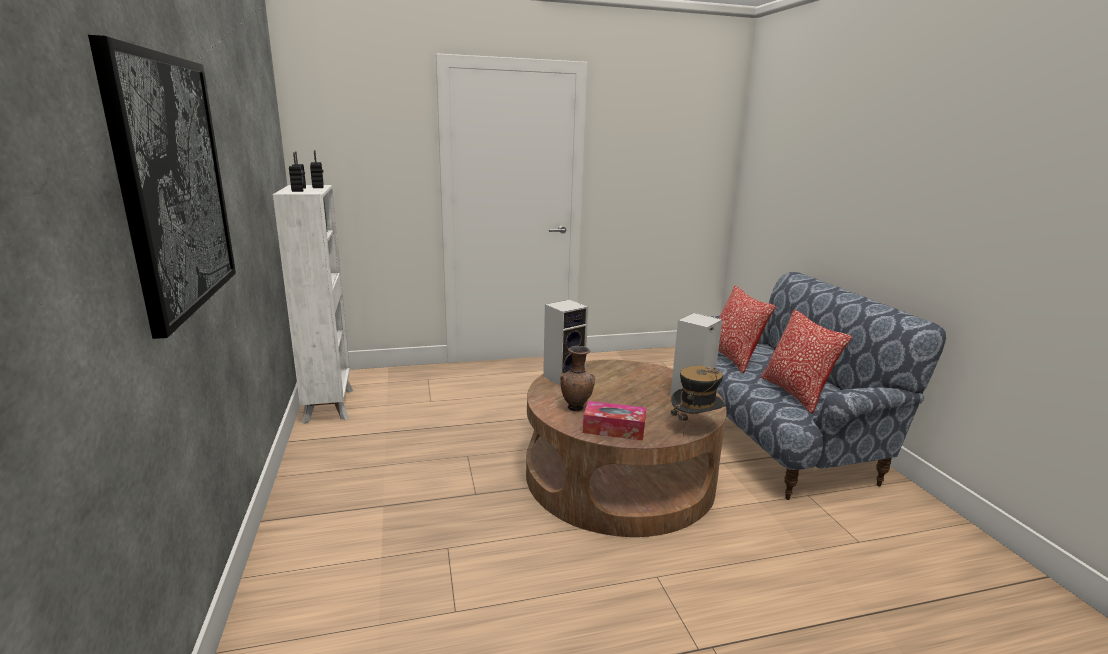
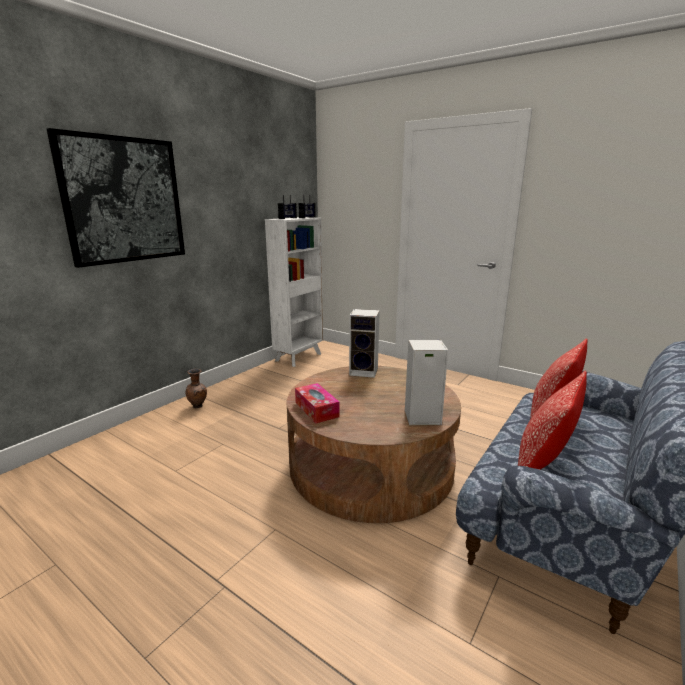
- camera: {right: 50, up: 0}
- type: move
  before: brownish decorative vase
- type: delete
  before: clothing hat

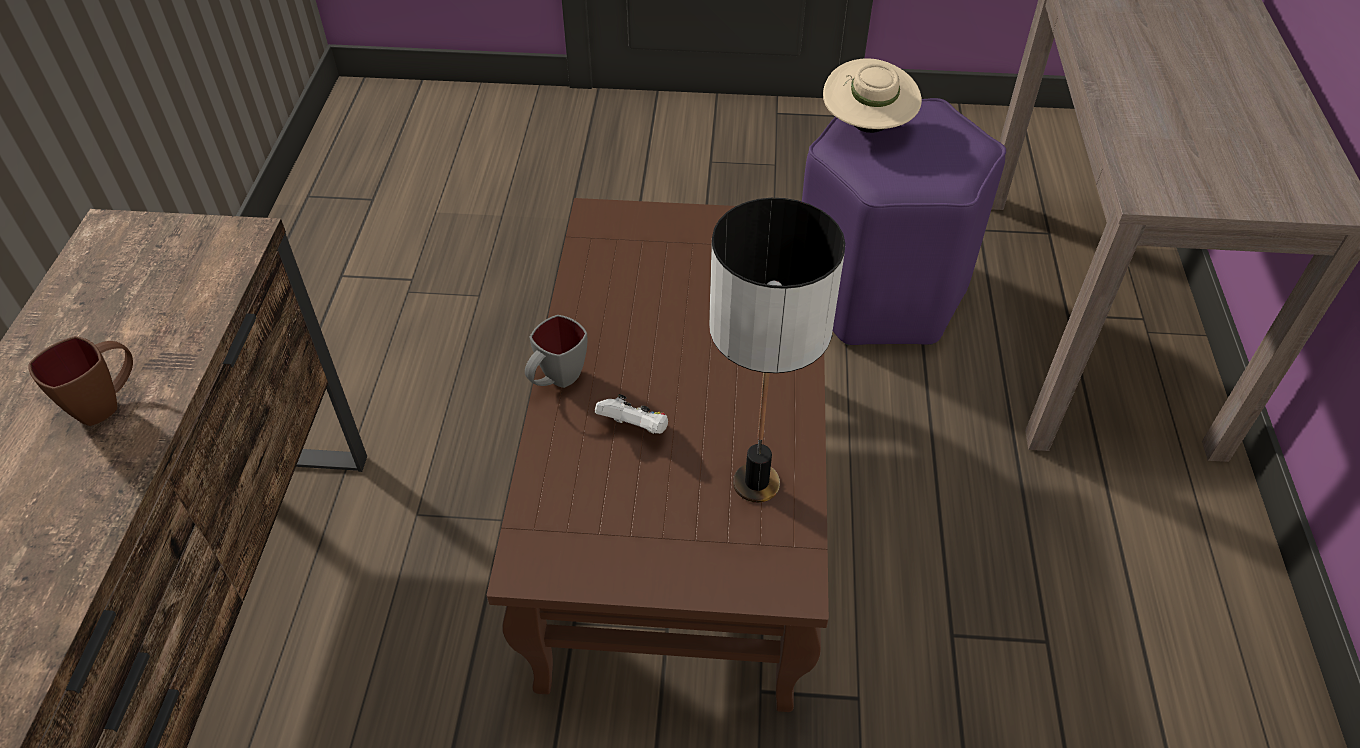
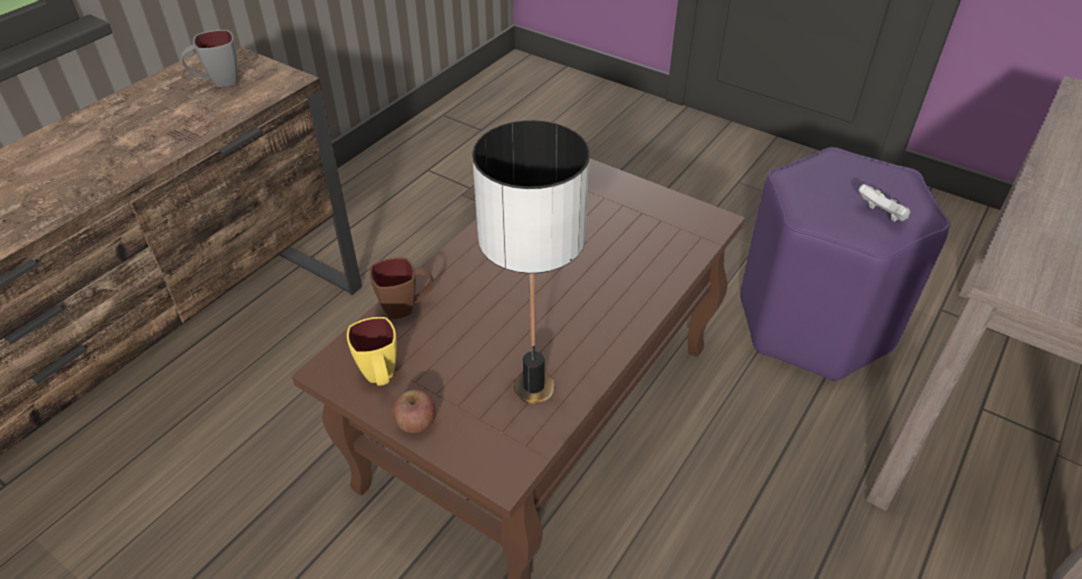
- camera: {right: 30, up: -5}
- type: delete
  before: sand-coloured clothing hat
- type: move
  before: grey tea mug
- type: move
  before: brownish tea mug
- type: move
  before: white gamepad
- type: insert
  after: yellow-coloured tea mug
- type: insert
  after: apple

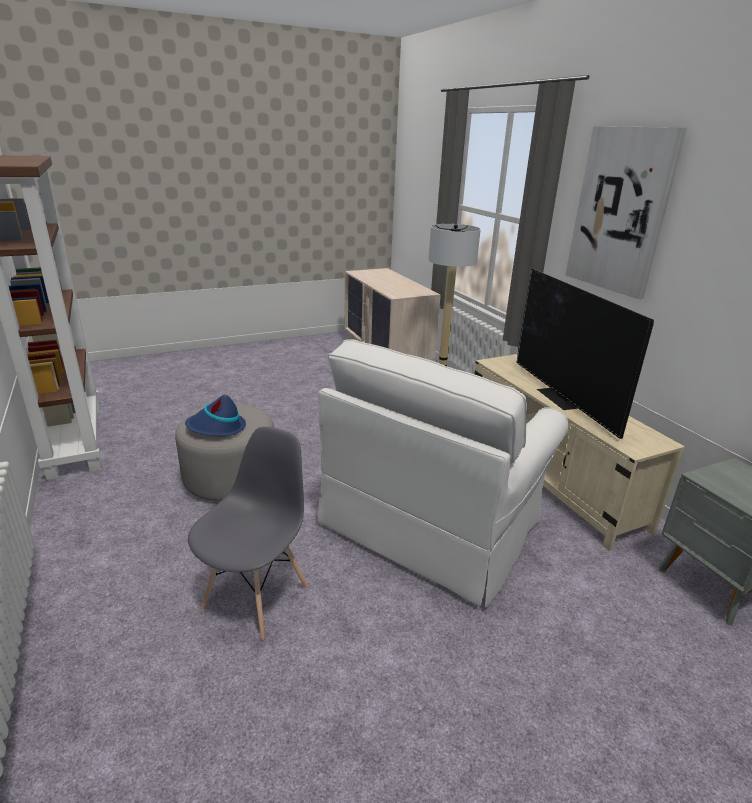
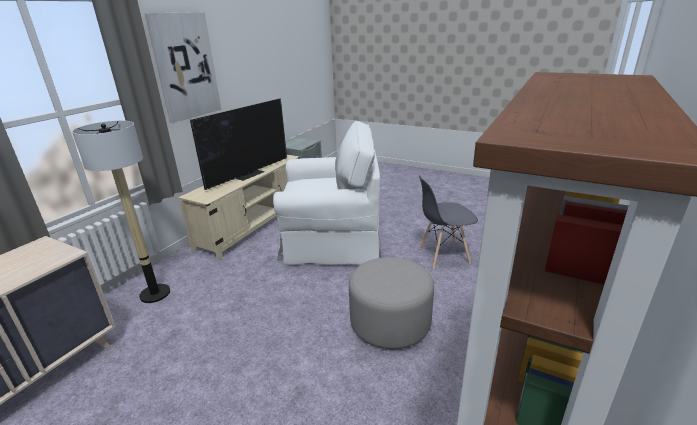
- camera: {right: -125, up: 0}
- type: delete
  before: blue clothing hat

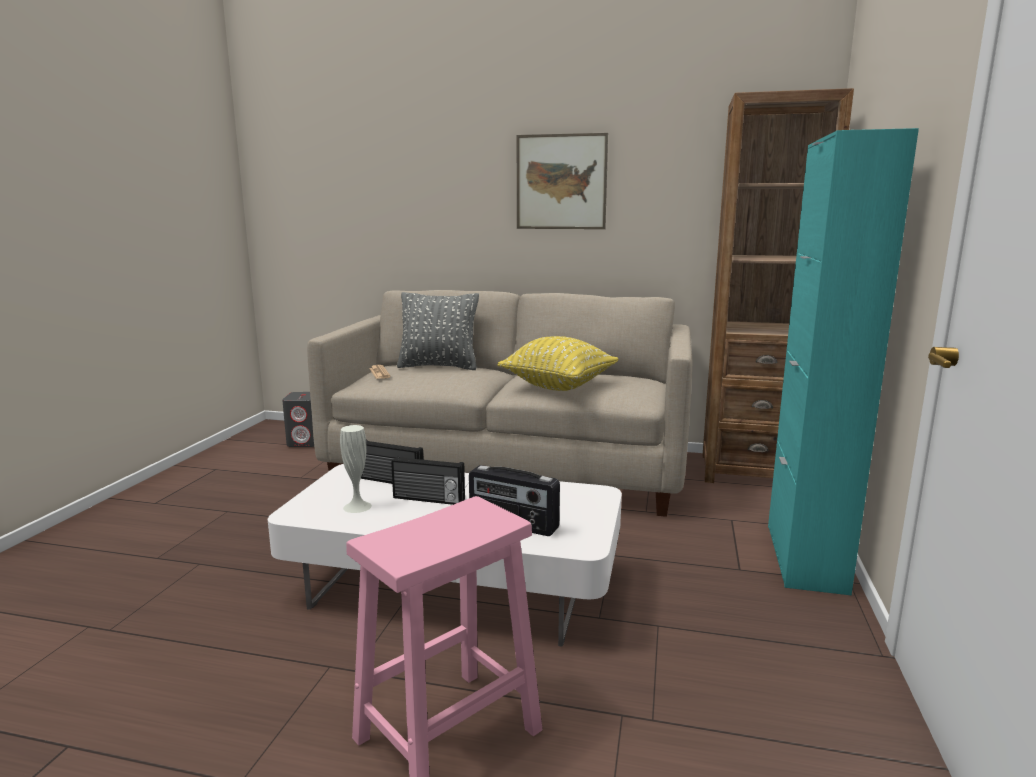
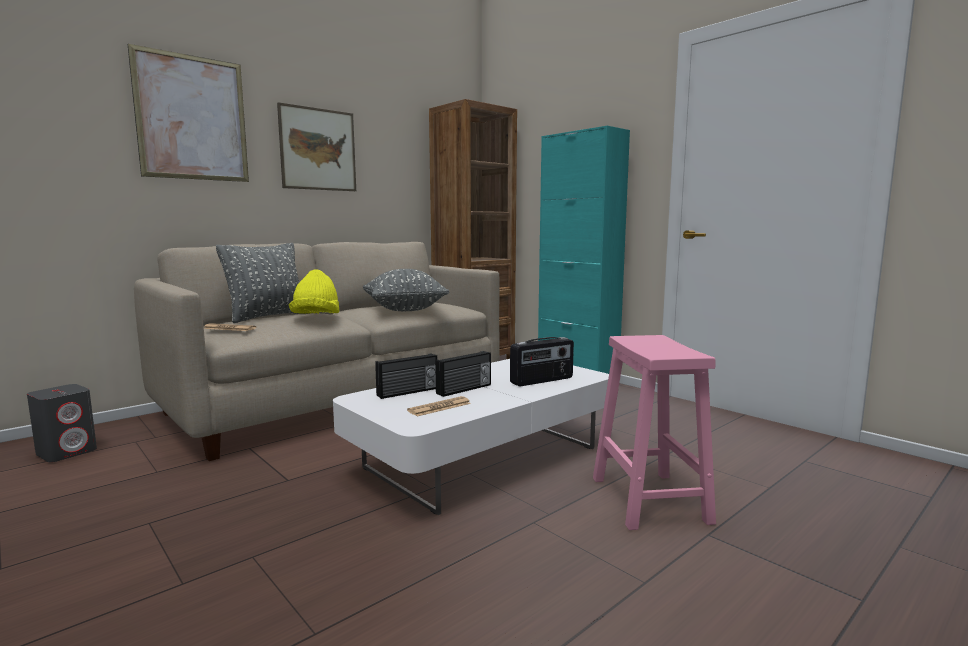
- camera: {right: -55, up: -5}
- type: recolor
  before: yellow-coloured cushion
  after: grey cushion (2nd from left)
- type: replace
  before: white decorative vase
  after: daily paper (2nd from left)
- type: insert
  after: picture (1st from left)
- type: insert
  after: yellow-coloured clothing hat

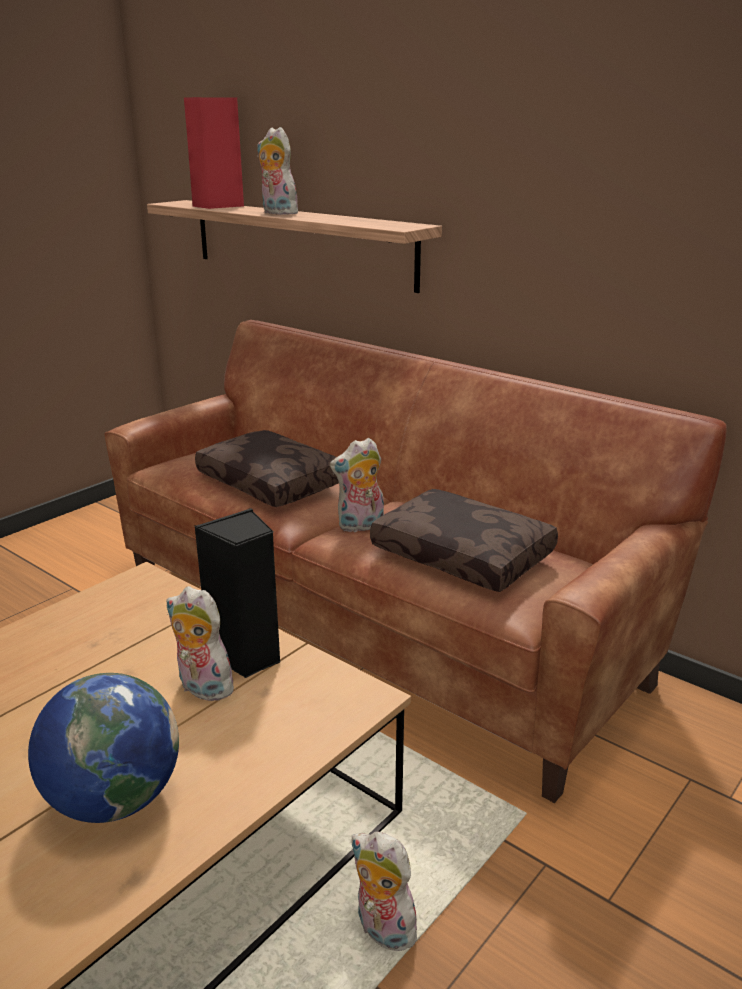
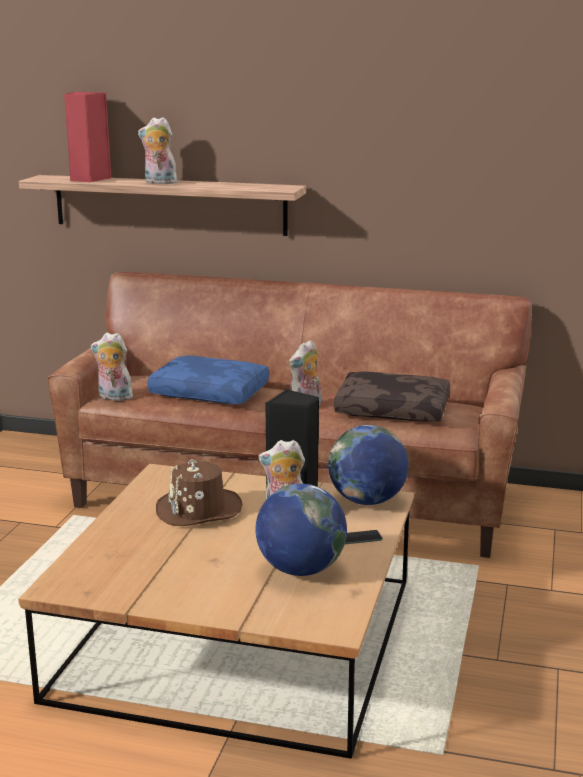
- camera: {right: -25, up: -5}
- type: recolor
  before: brownish cushion (1st from left)
  after: blue cushion
- type: move
  before: cuddly toy (4th from left in the first image)
  after: cuddly toy (1st from left)
- type: insert
  after: world globe (2nd from left)
- type: insert
  after: brownish clothing hat
- type: insert
  after: phone

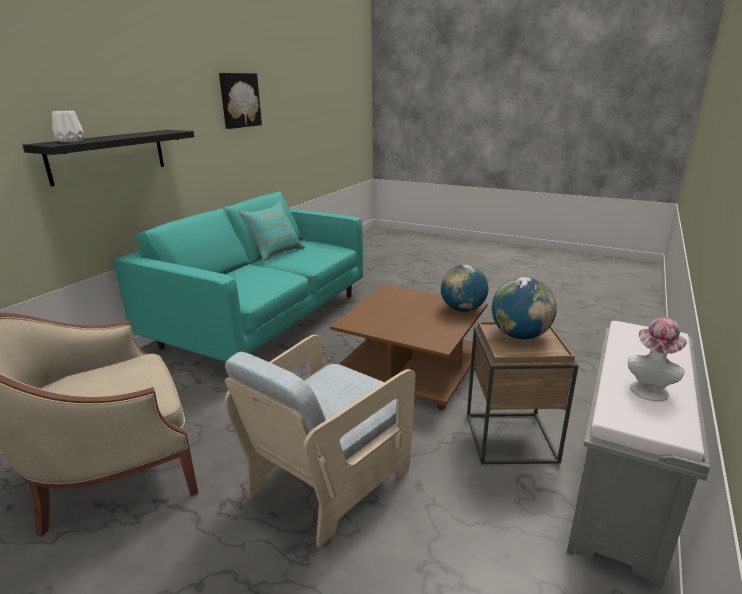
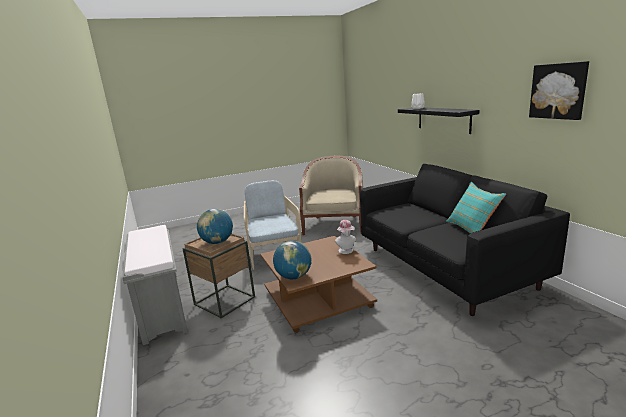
- camera: {right: 130, up: -5}
- type: recolor
  before: turquoise-coloured settee
  after: blackish settee
- type: move
  before: clothing hat

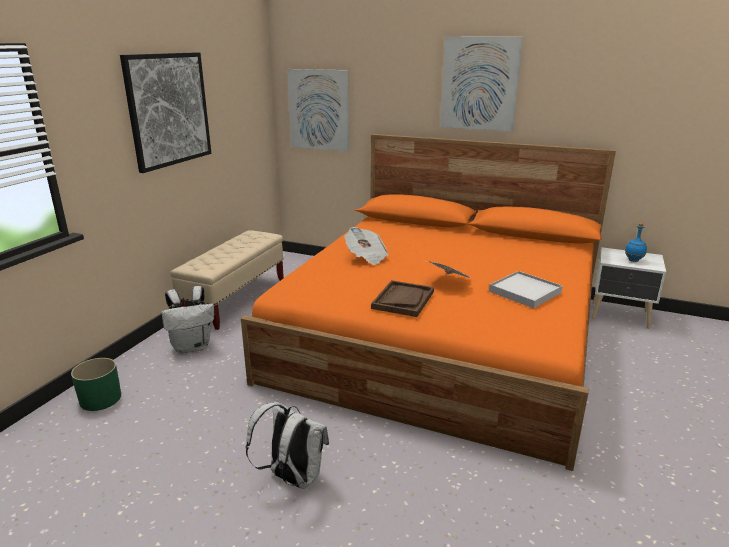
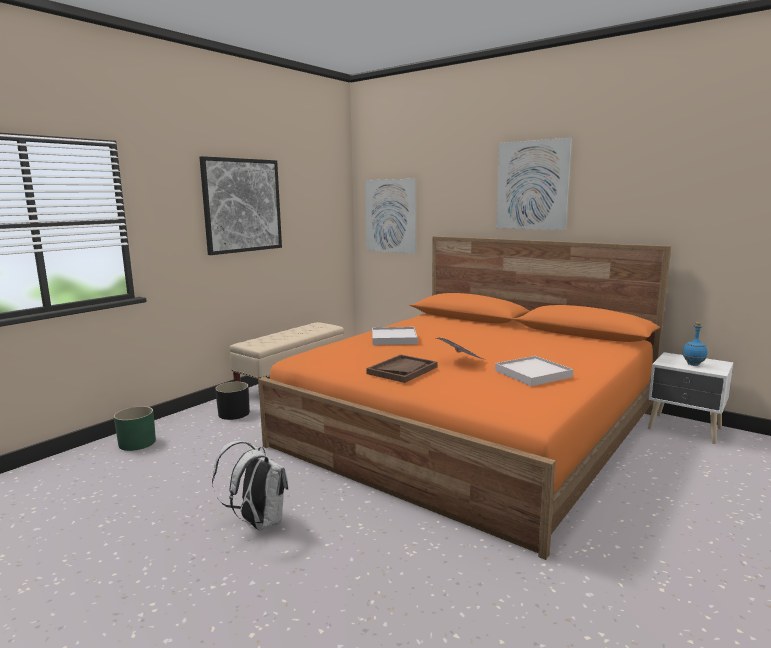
- camera: {right: 15, up: -10}
- type: replace
  before: daily paper (1st from left)
  after: white tray (1st from left)
- type: replace
  before: white backpack (1st from left)
  after: blackish plant pot

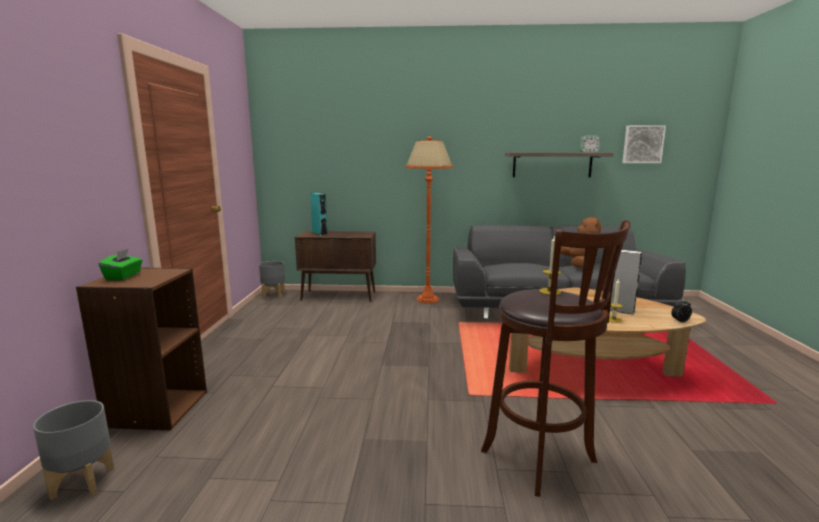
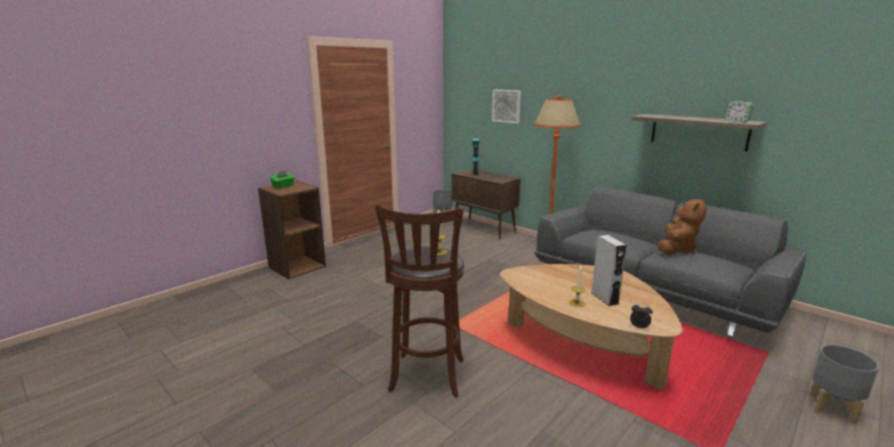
- camera: {right: 40, up: 5}
- type: move
  before: picture
- type: move
  before: grey plant pot (1st from left in the first image)
  after: grey plant pot (2nd from left)

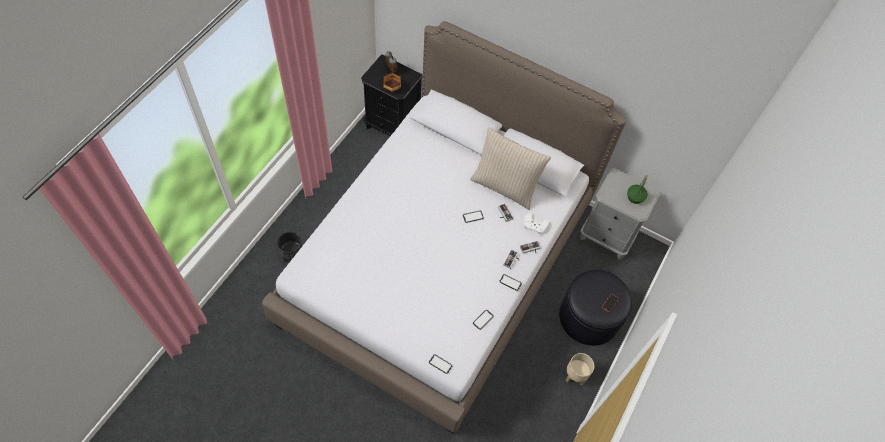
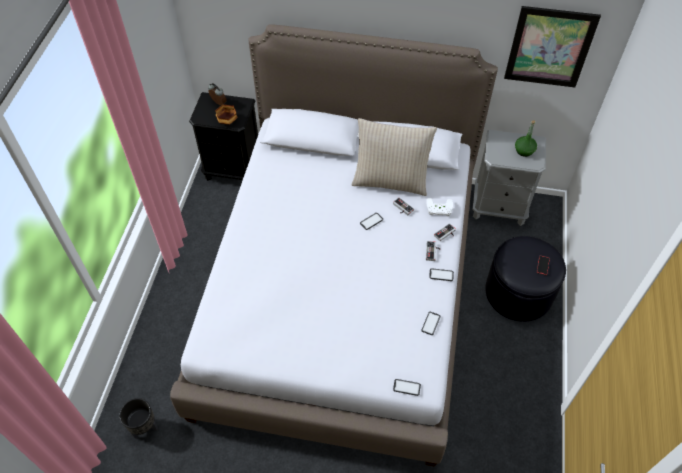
- camera: {right: -15, up: -5}
- type: move
  before: blackish plant pot
- type: delete
  before: sand-coloured plant pot
- type: insert
  after: picture

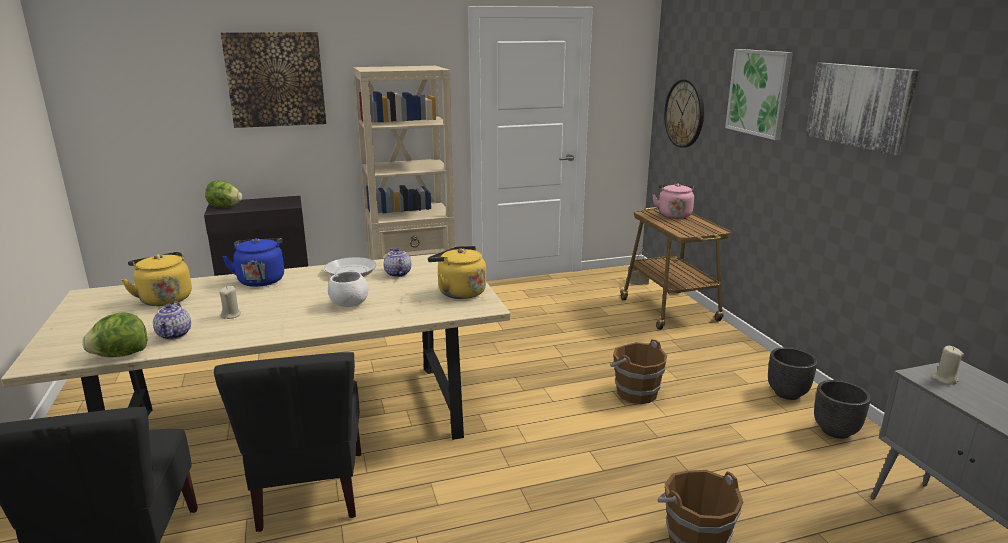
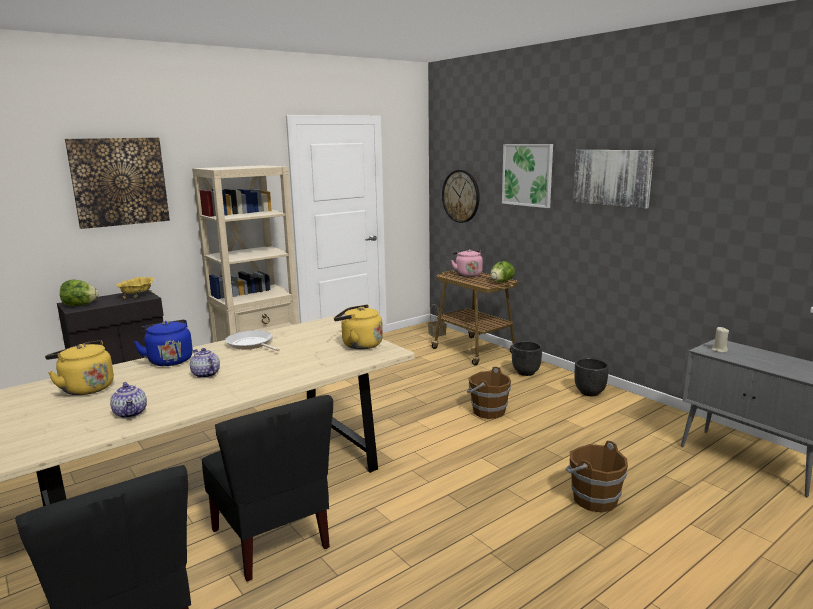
- camera: {right: -20, up: -5}
- type: move
  before: tea pot (2nd from left)
- type: delete
  before: white deep dish
- type: delete
  before: sand-coloured wax light (1st from left)
- type: move
  before: head of lettuce (1st from left in the first image)
  after: head of lettuce (2nd from left)
- type: move
  before: blackish plant pot (2nd from left in the first image)
  after: blackish plant pot (1st from left)
- type: insert
  after: yellow-coloured deep dish

